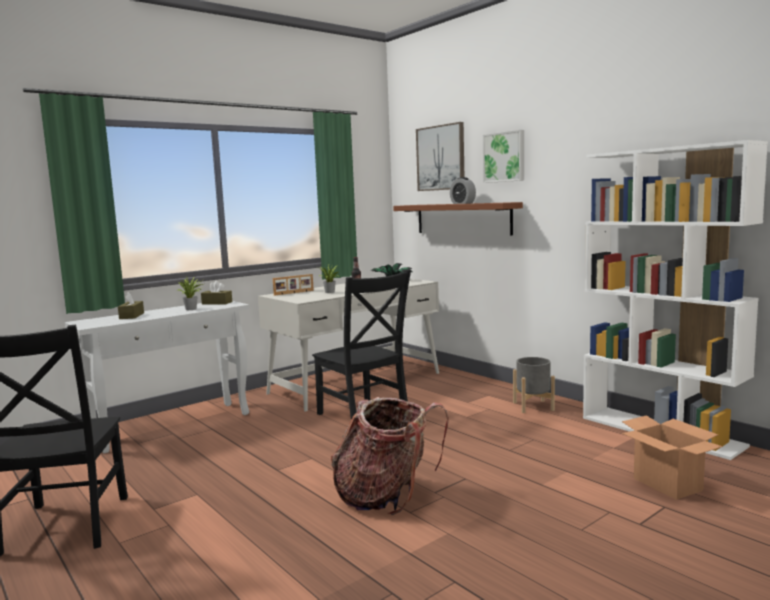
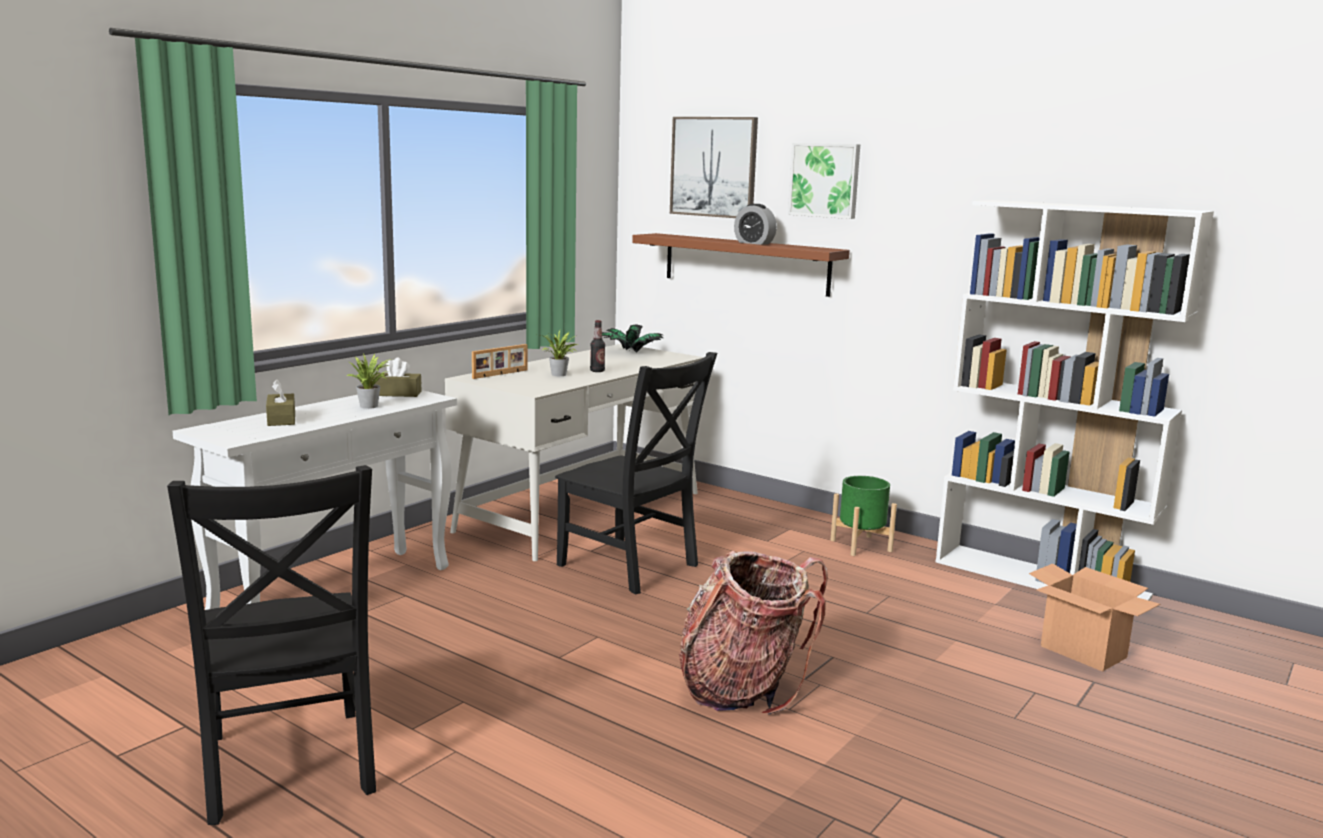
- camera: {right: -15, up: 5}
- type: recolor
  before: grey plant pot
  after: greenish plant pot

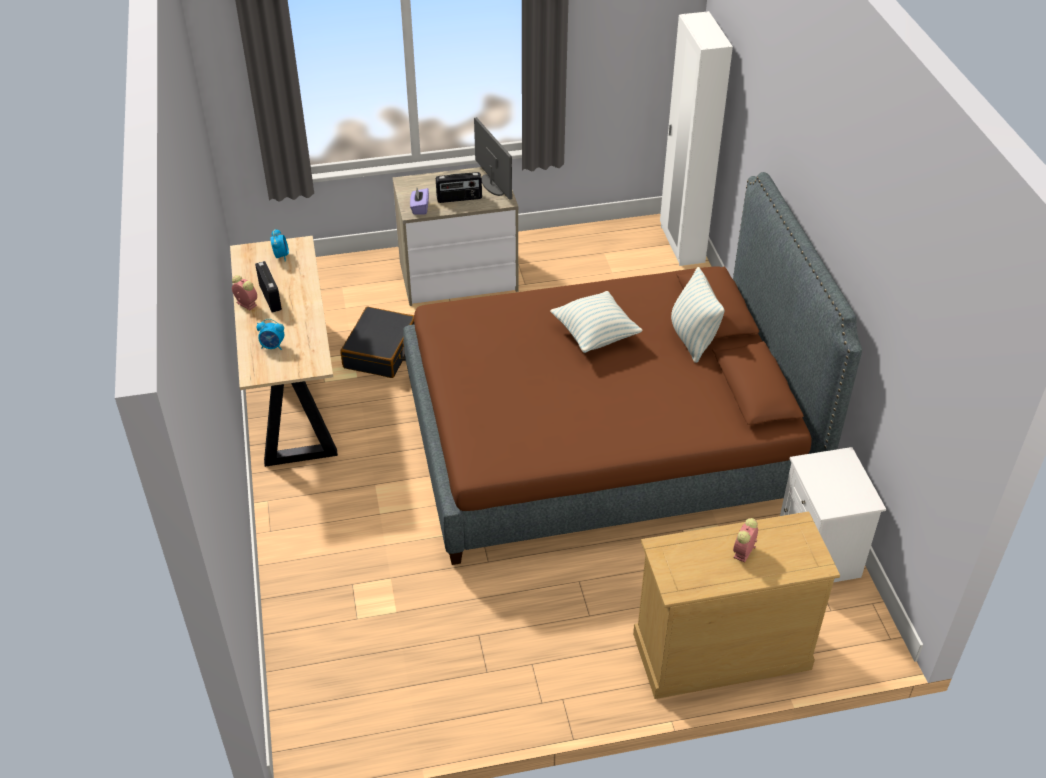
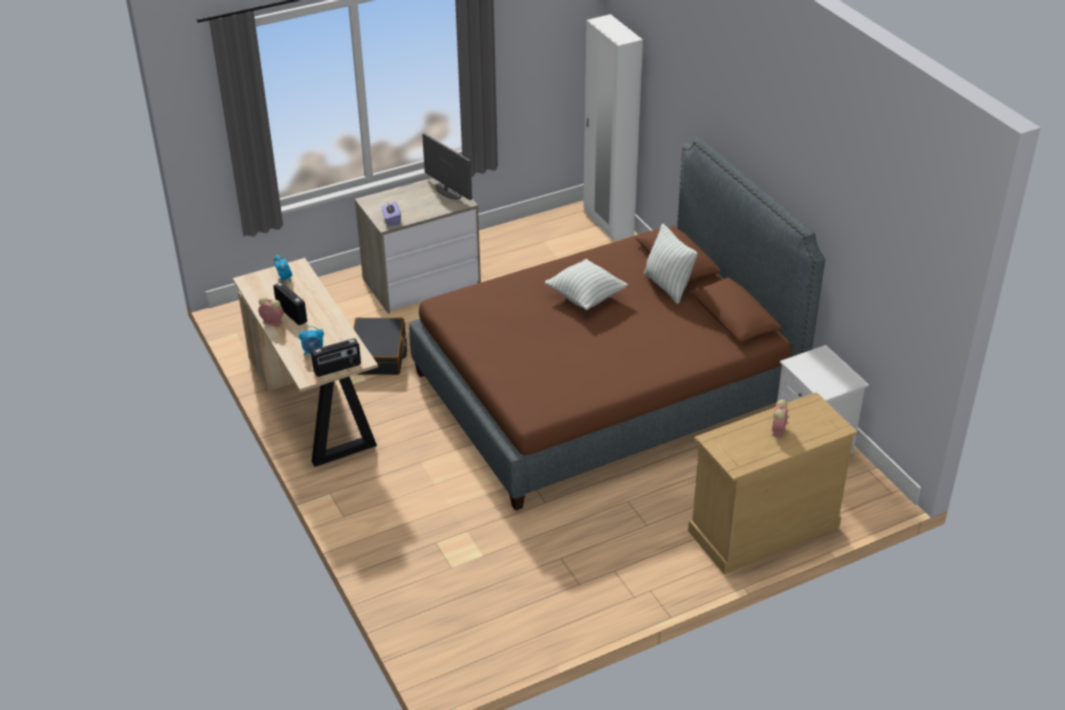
- camera: {right: -15, up: -5}
- type: move
  before: radio (2nd from left)

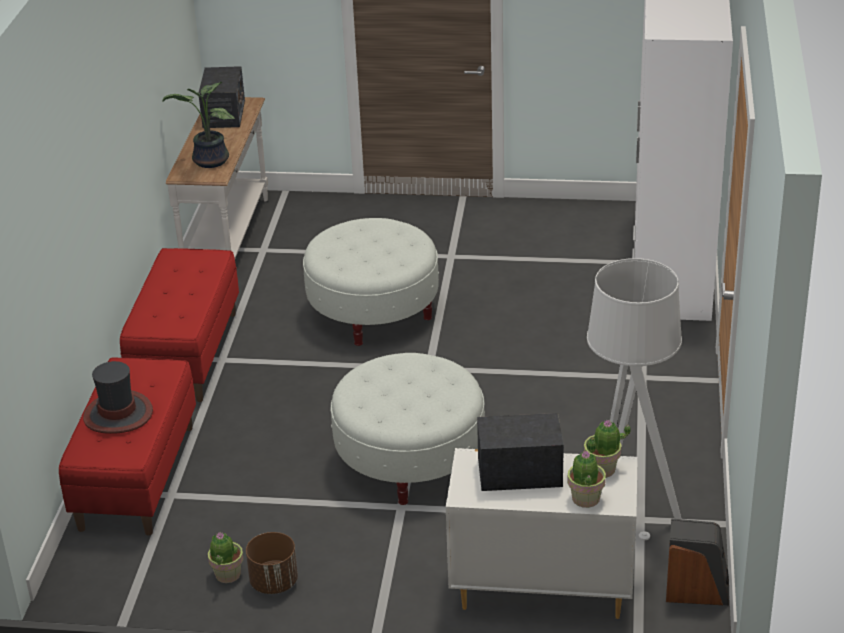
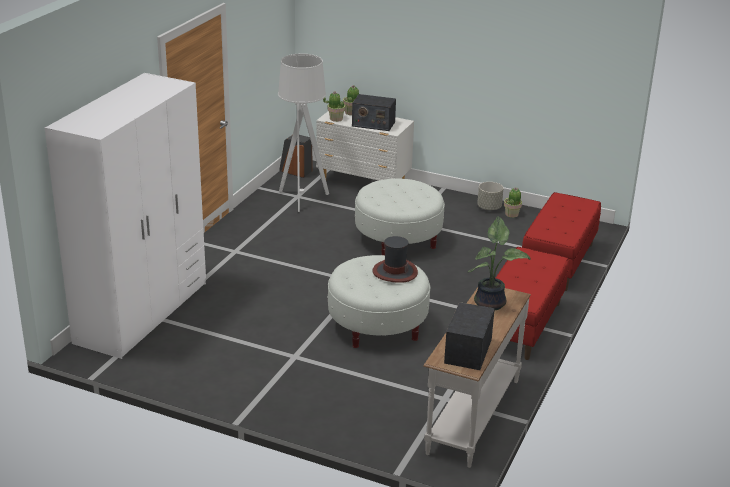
- camera: {right: -165, up: -5}
- type: move
  before: clothing hat
- type: recolor
  before: brownish plant pot
  after: grey plant pot

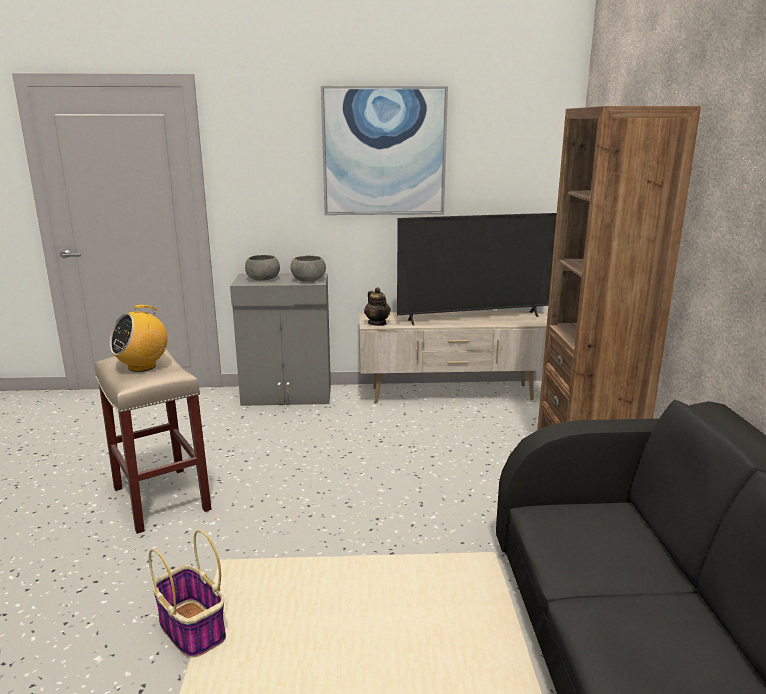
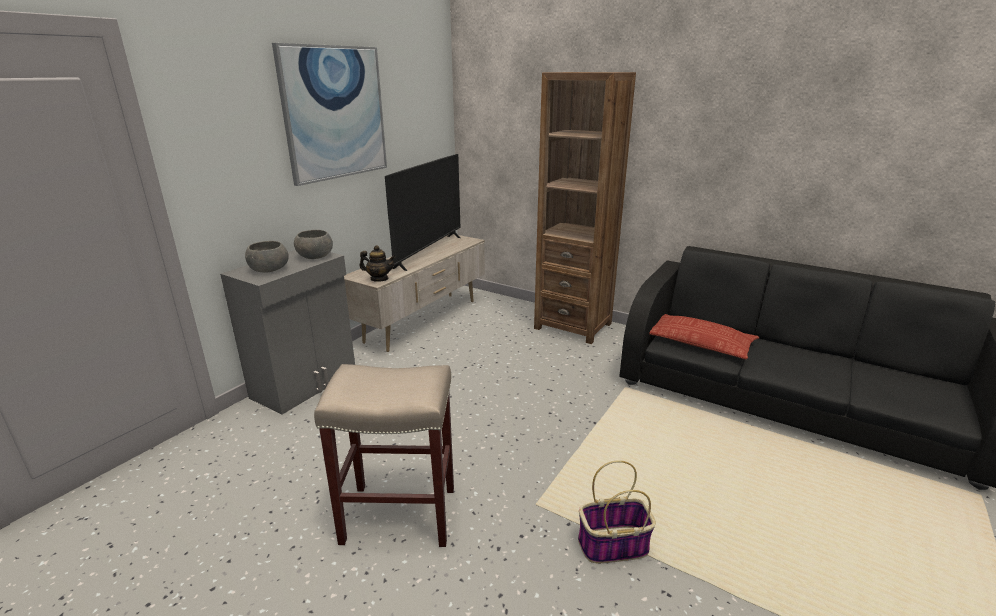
- camera: {right: -55, up: 5}
- type: delete
  before: radio
- type: insert
  after: cushion

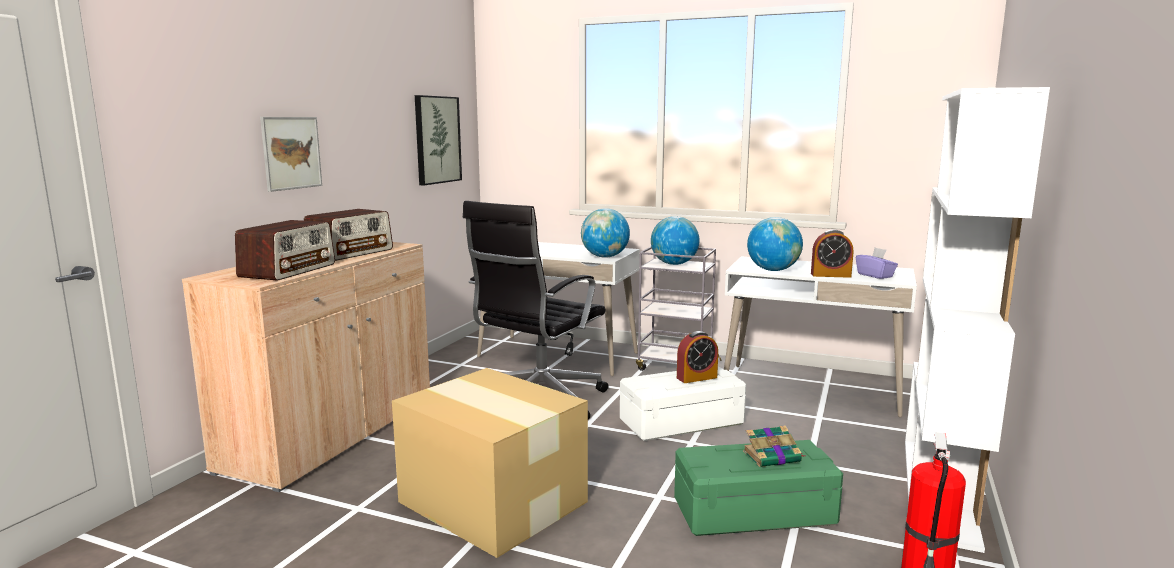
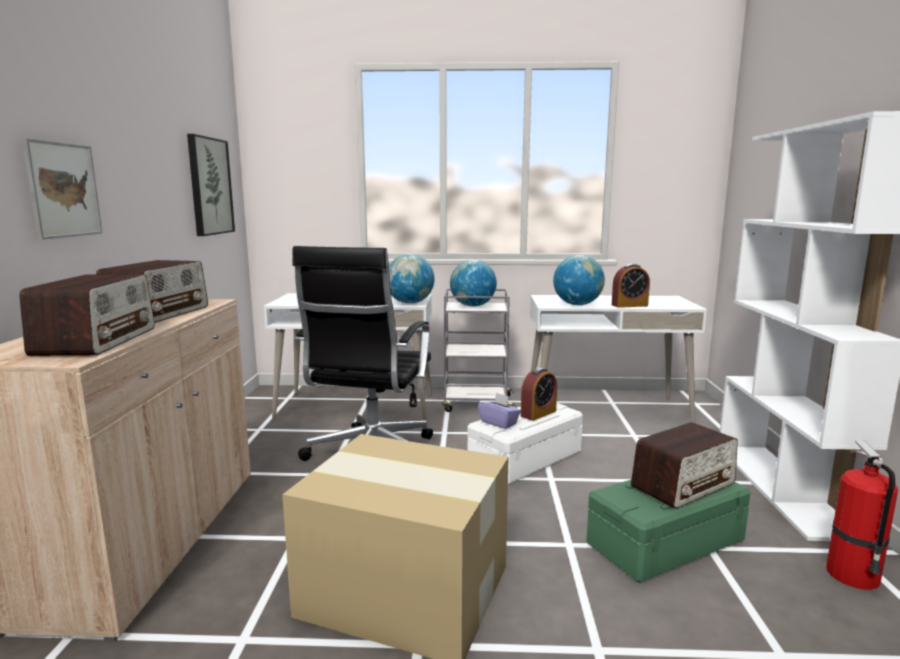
- camera: {right: -20, up: 0}
- type: move
  before: purple tissue box
- type: replace
  before: book
  after: radio (3rd from left)

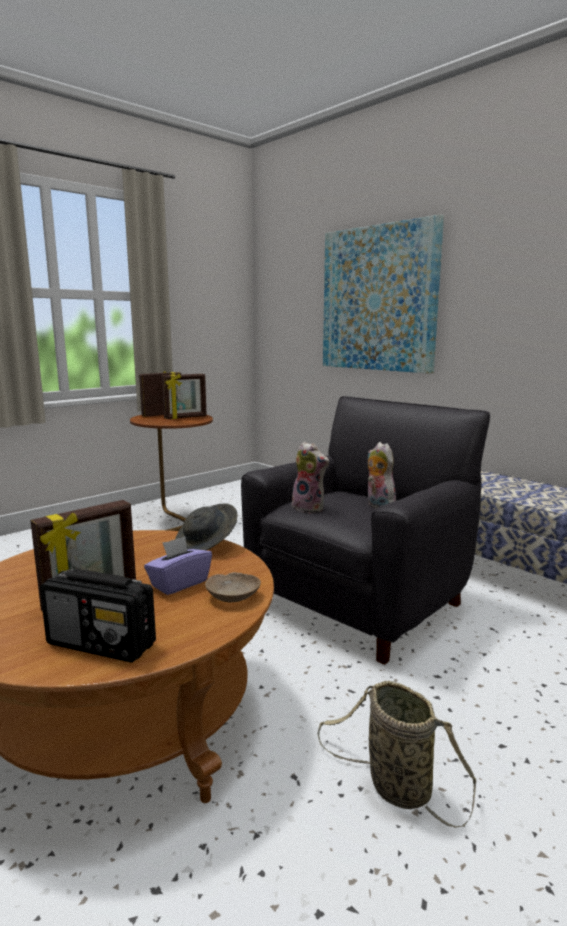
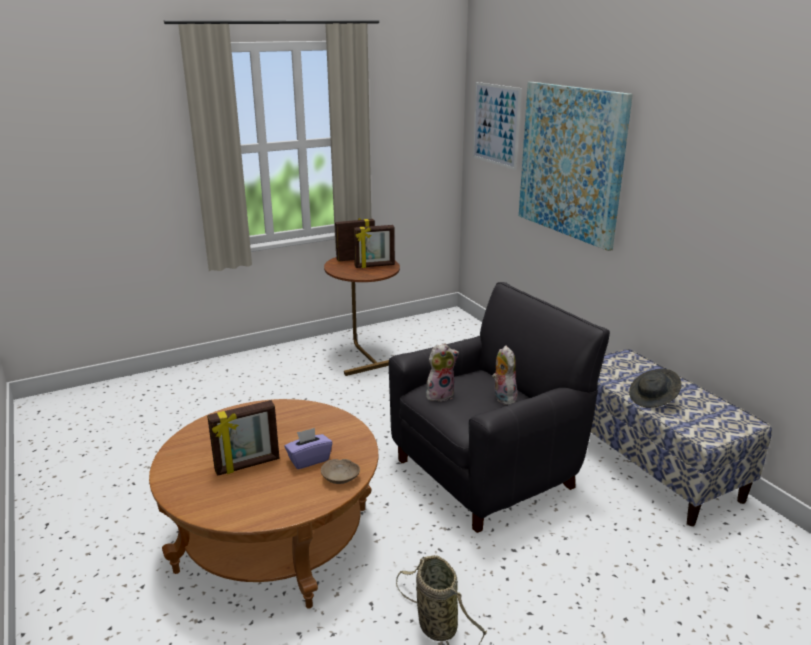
- camera: {right: 15, up: 10}
- type: rotate
  before: cuddly toy (1st from left)
  turn: -75
- type: move
  before: grey clothing hat
- type: delete
  before: radio
- type: insert
  after: picture (1st from left)

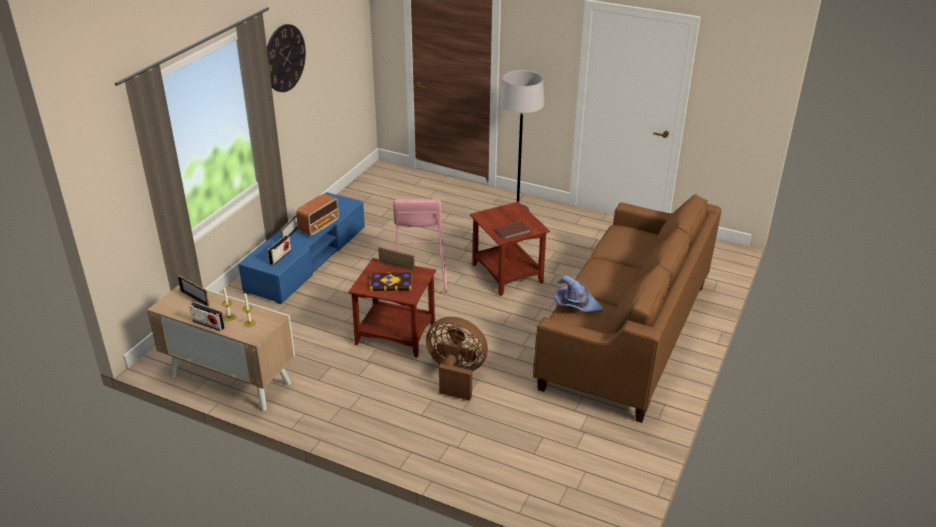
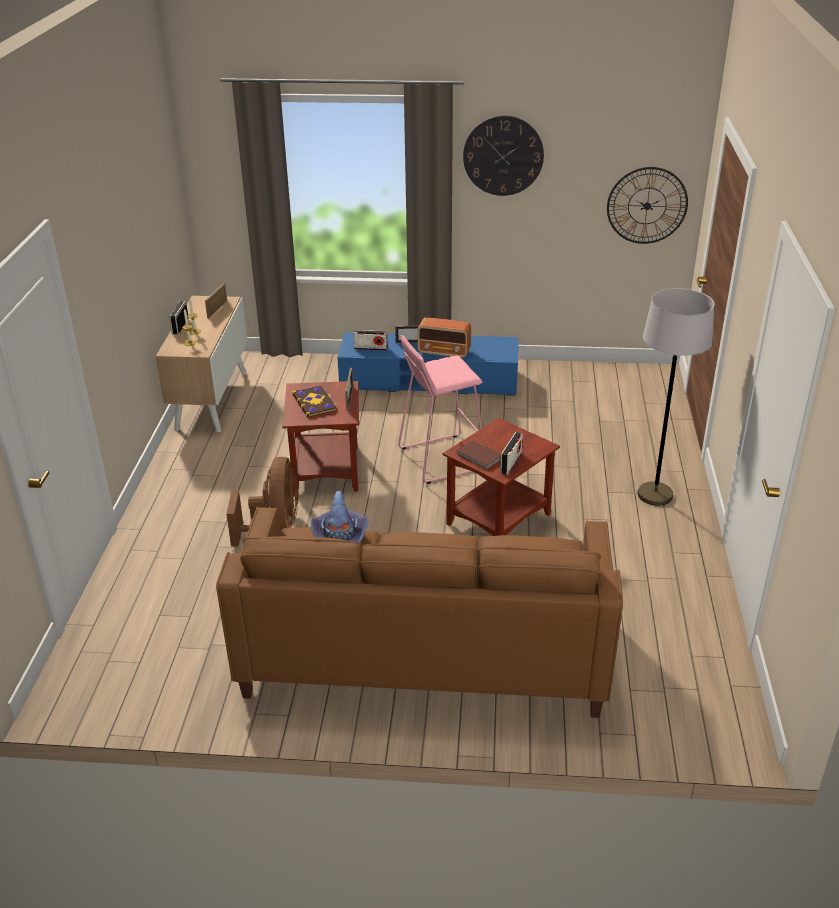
- camera: {right: 70, up: 0}
- type: insert
  after: clock on the wall (2nd from left)
- type: insert
  after: radio (4th from left)

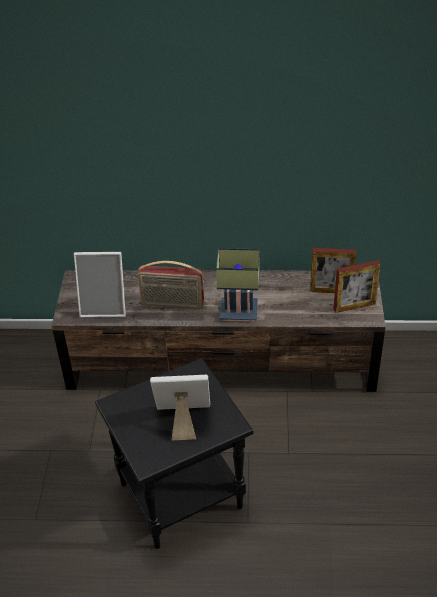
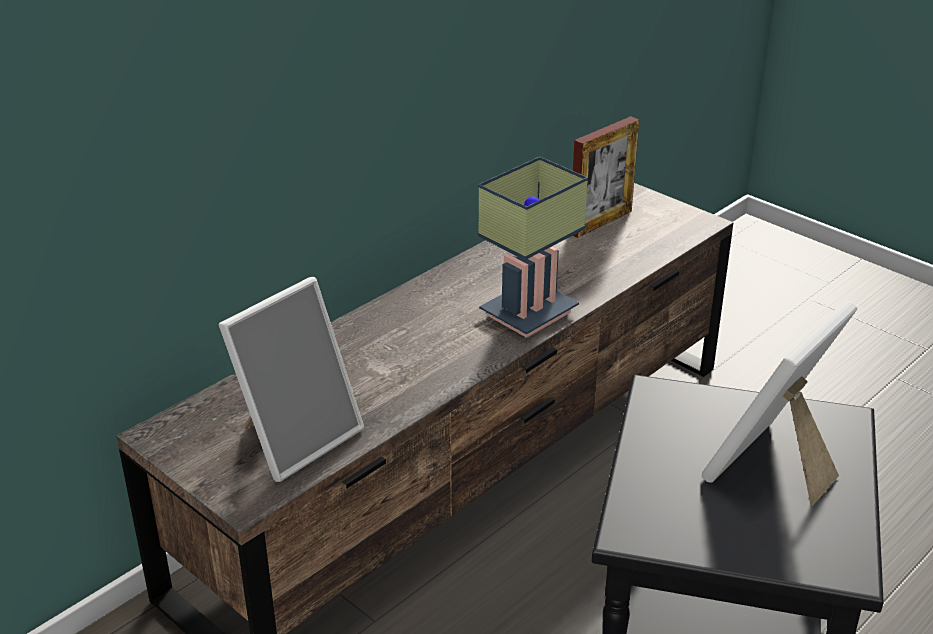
- camera: {right: -50, up: -10}
- type: delete
  before: photo frame (4th from left)
- type: delete
  before: radio

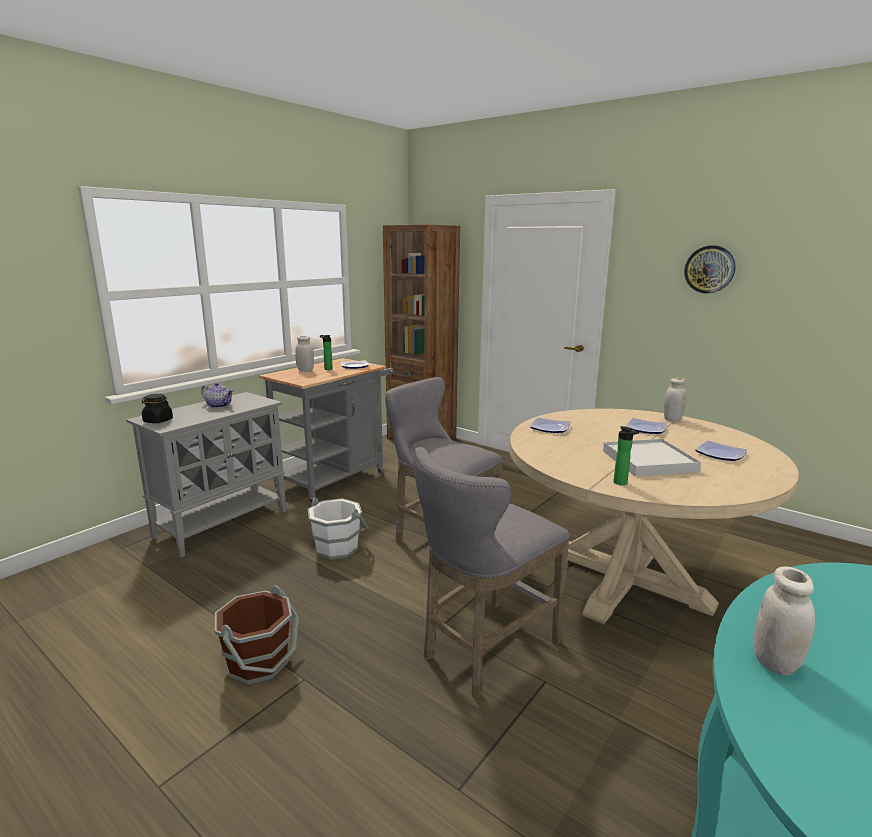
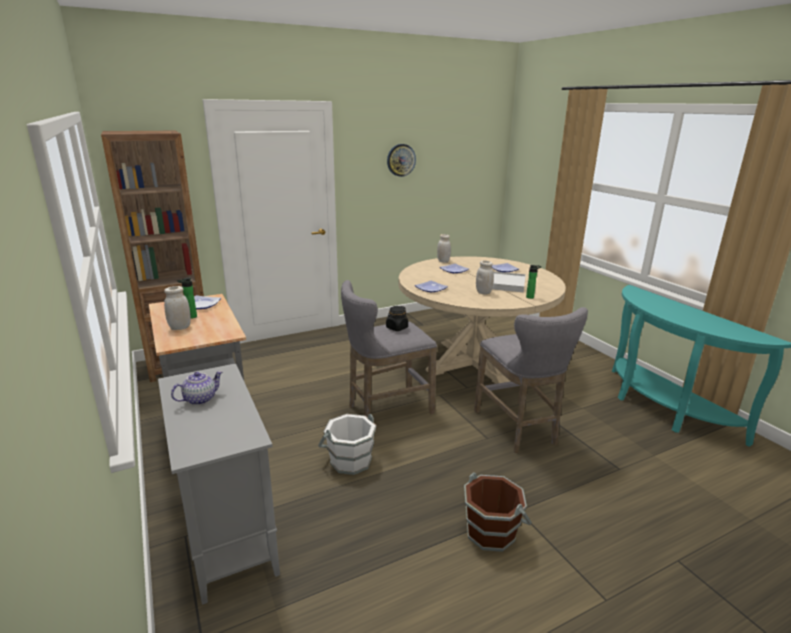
- camera: {right: -65, up: 5}
- type: move
  before: blackish jar
- type: move
  before: white jar (3rd from left)

